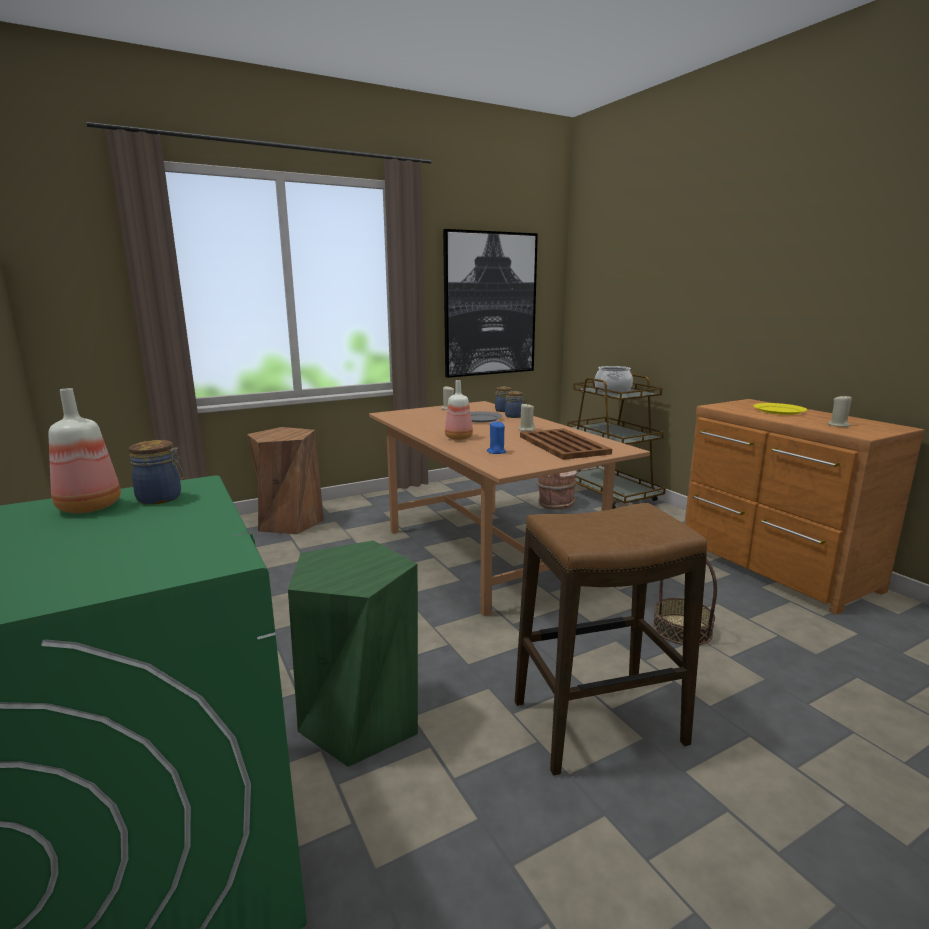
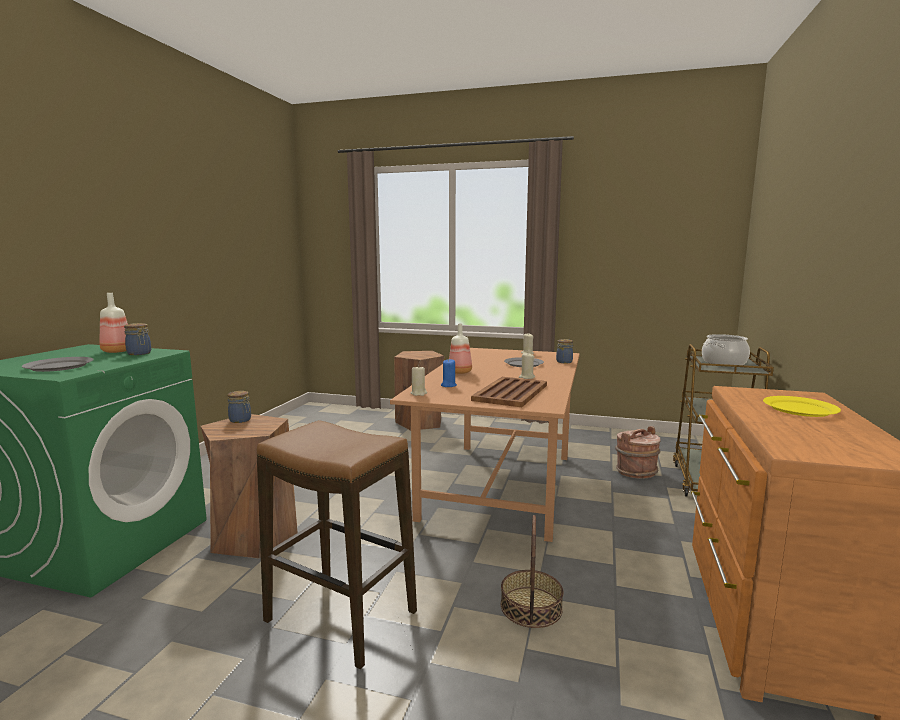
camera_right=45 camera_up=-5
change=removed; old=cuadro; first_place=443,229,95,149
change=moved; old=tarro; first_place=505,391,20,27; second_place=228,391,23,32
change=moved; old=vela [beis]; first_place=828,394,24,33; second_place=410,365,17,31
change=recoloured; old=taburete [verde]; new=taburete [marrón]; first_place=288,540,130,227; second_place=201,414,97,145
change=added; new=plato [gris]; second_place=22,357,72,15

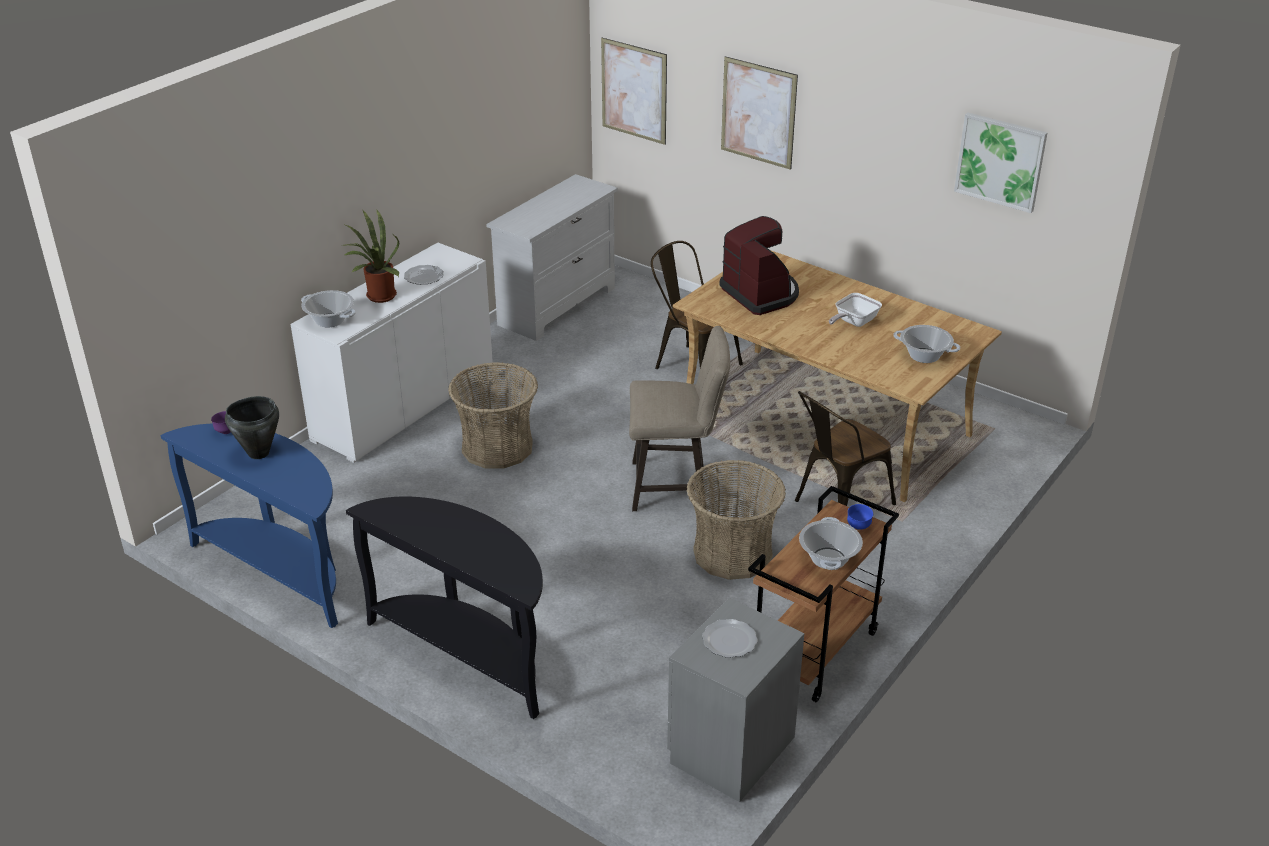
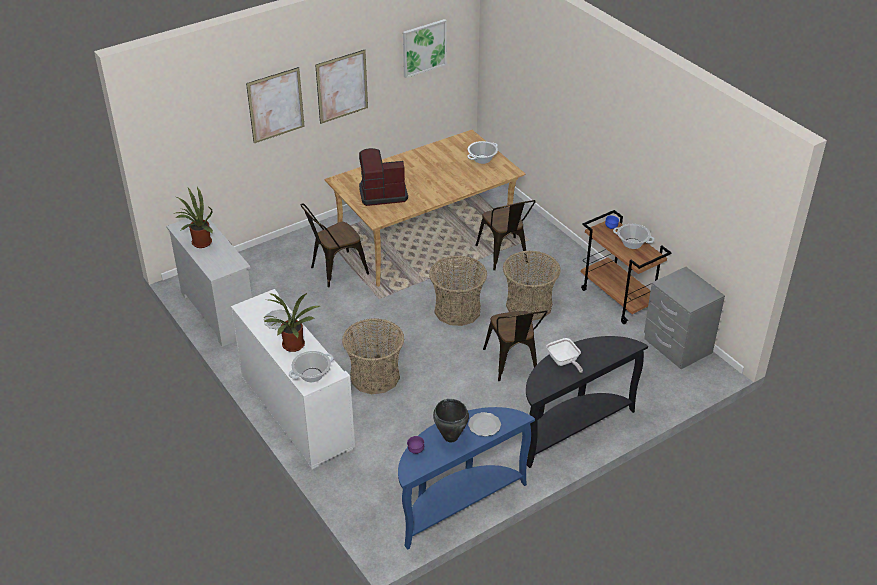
camera_right=-70 camera_up=5
change=moved; old=cuadro; first_place=601,38,66,107; second_place=315,50,53,74
change=moved; old=sartén; first_place=829,293,53,34; second_place=546,338,37,35
change=replaced; old=taburete [beis]; new=cesta; first_place=629,326,101,185; second_place=429,255,58,71
change=moved; old=plato; first_place=702,619,56,39; second_place=468,412,33,25
change=added; new=planta en maceta; second_place=176,187,37,61
change=added; new=silla [marrón]; second_place=483,310,65,71

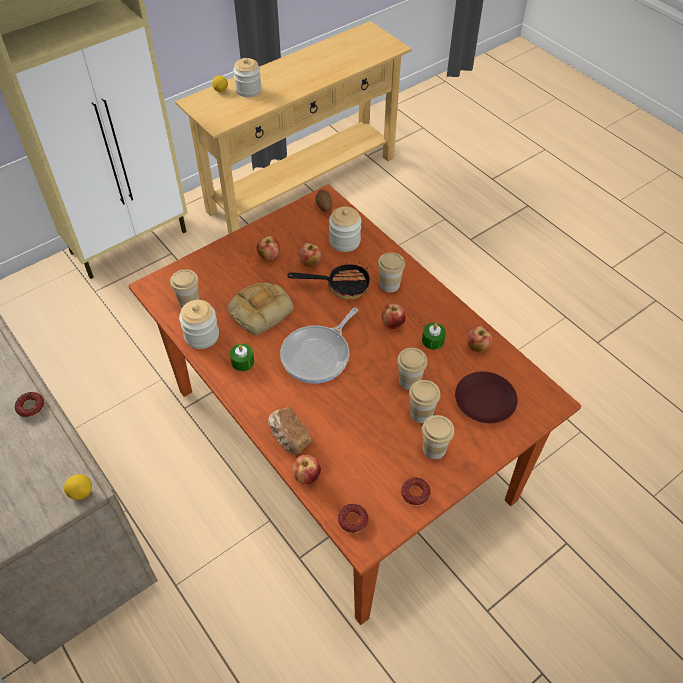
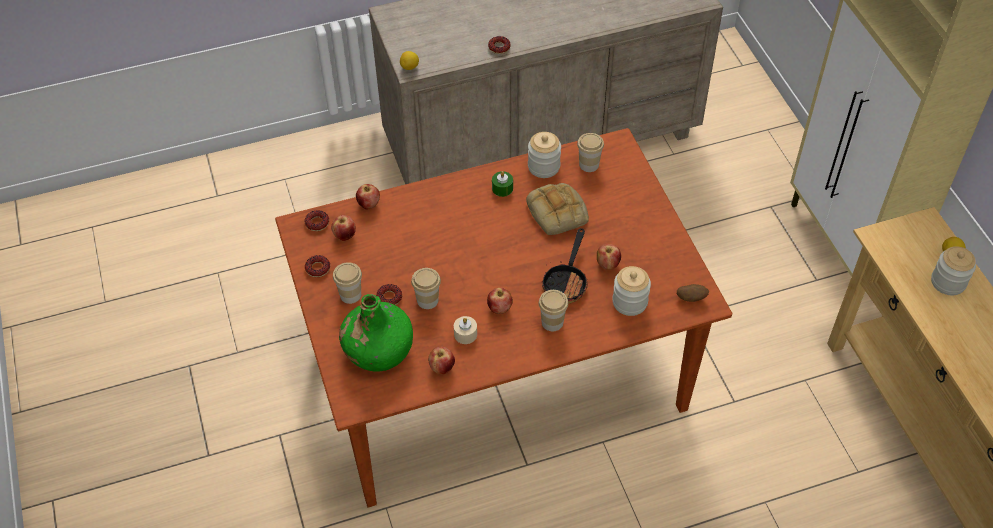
camera_right=110 camera_up=0
change=moved; old=manzana; first_place=257,236,23,24; second_place=331,215,25,26
change=removed; old=sartén; first_place=280,308,78,76
change=recoloured; old=vela [verde]; new=vela [beis]; first_place=422,323,24,27; second_place=454,316,23,28
change=replaced; old=plato [marrón]; new=botella [verde]; first_place=455,372,63,51; second_place=339,294,74,78
change=replaced; old=taza; new=rosquilla; first_place=409,380,31,43; second_place=376,284,26,21
change=removed; old=pan; first_place=268,407,43,47

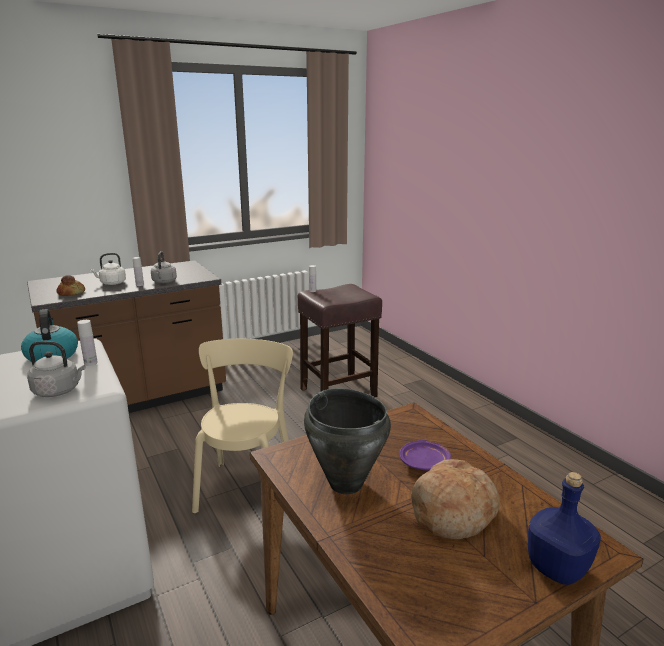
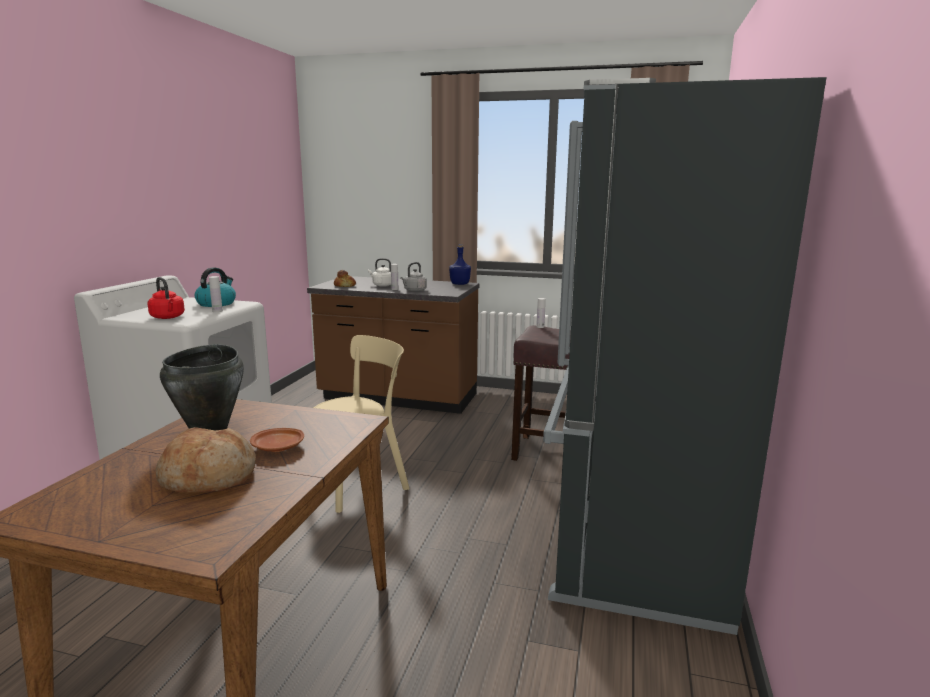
camera_right=45 camera_up=-5
change=recoloured; old=hervidor [gris]; new=hervidor [rojo]; first_place=27,341,59,56; second_place=147,277,38,42
change=recoloured; old=plato [morado]; new=plato [marrón]; first_place=399,440,52,31; second_place=250,428,54,24
change=moved; old=botella [azul]; first_place=528,472,73,113; second_place=449,244,22,41
change=added; new=nevera [negro]; second_place=543,77,283,558

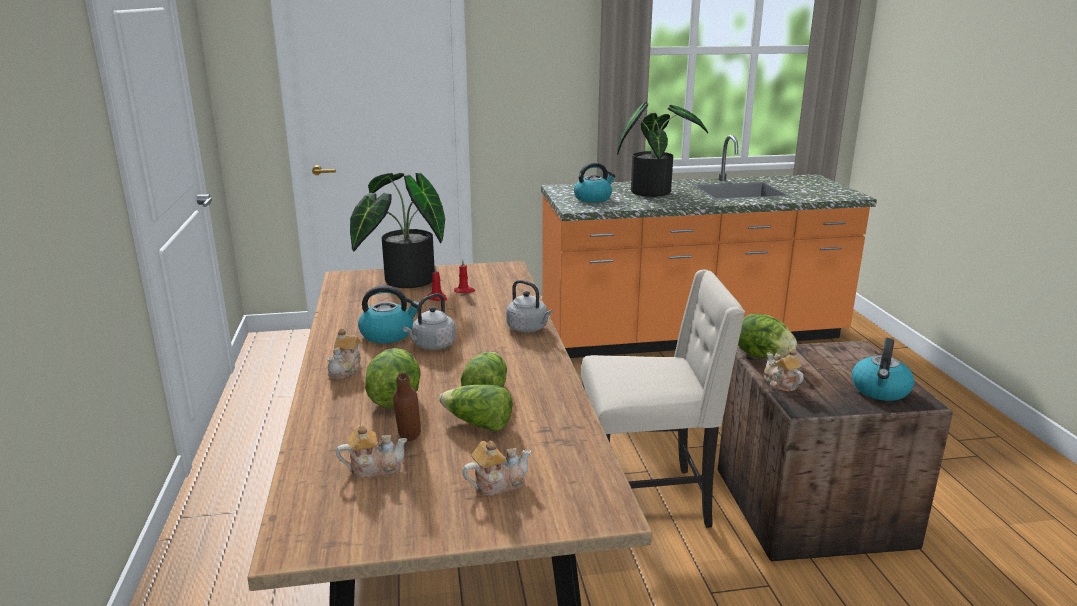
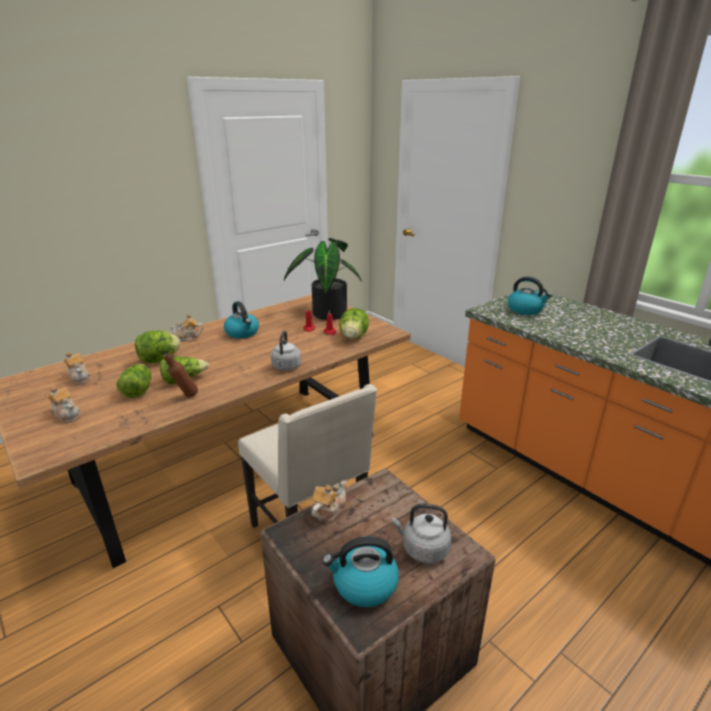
camera_right=60 camera_up=5
change=removed; old=planta en maceta; first_place=617,102,91,95
change=moved; old=hervidor [gris]; first_place=403,293,53,57; second_place=392,503,59,61
change=moved; old=lechuga; first_place=738,314,59,45; second_place=339,308,30,31
change=moved; old=botella [marrón]; first_place=393,373,28,68; second_place=164,353,34,45

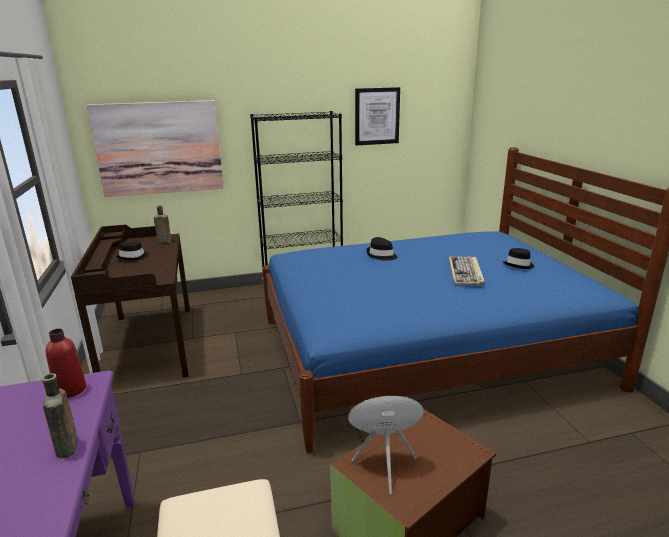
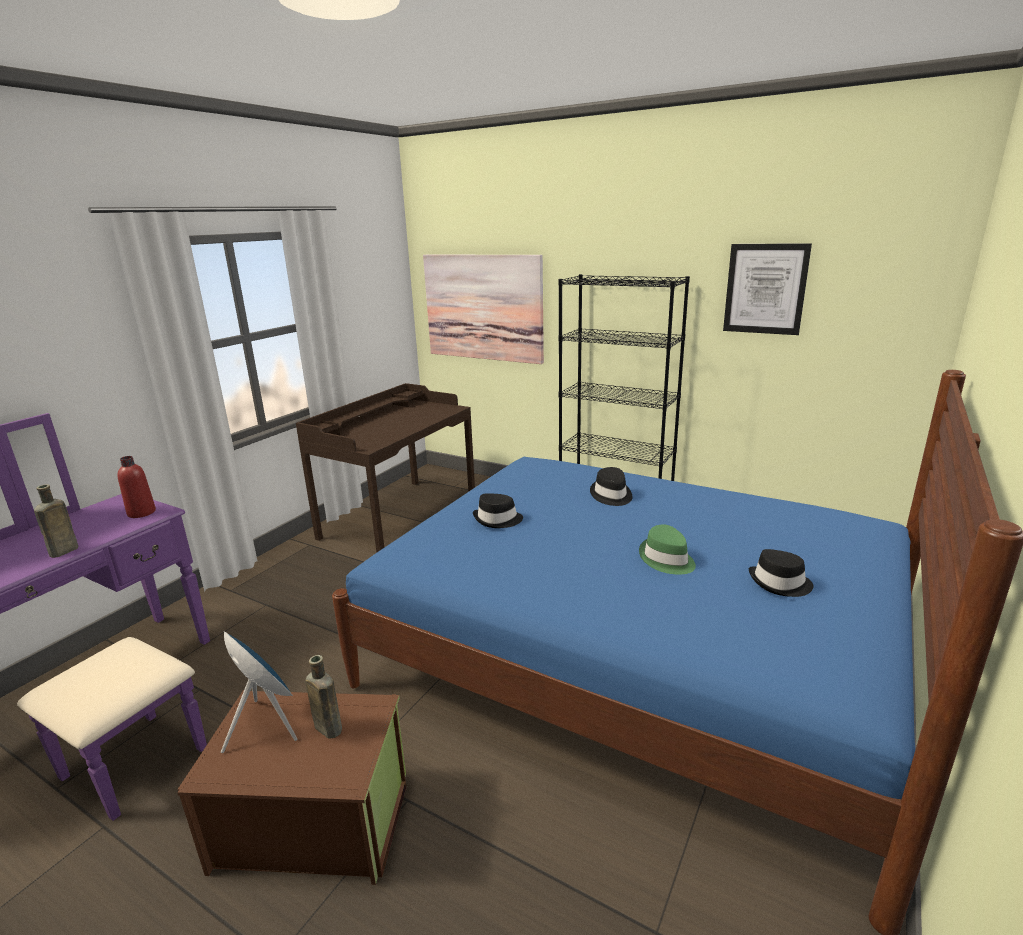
camera_right=45 camera_up=0
change=moved; old=botella [marrón]; first_place=154,206,18,38; second_place=305,655,37,84
change=moved; old=sombrero [negro]; first_place=116,241,33,19; second_place=473,493,50,35
change=replaced; old=teclado; new=sombrero [verde]; first_place=449,256,36,30; second_place=639,524,57,50

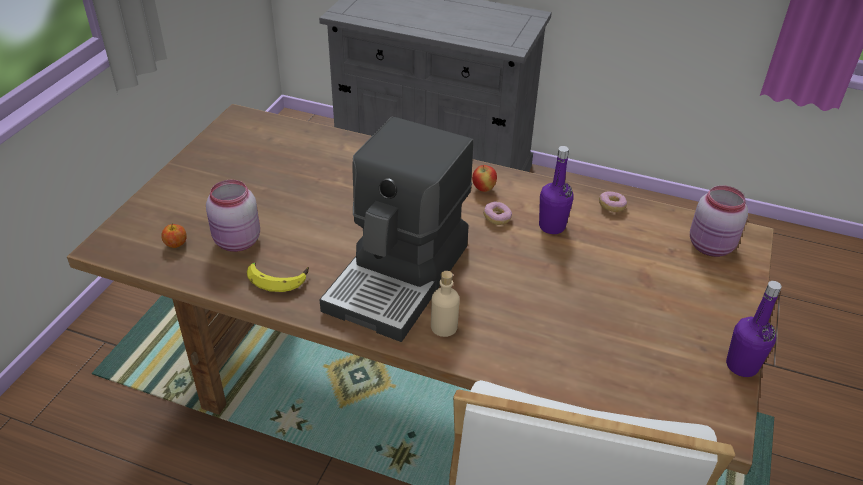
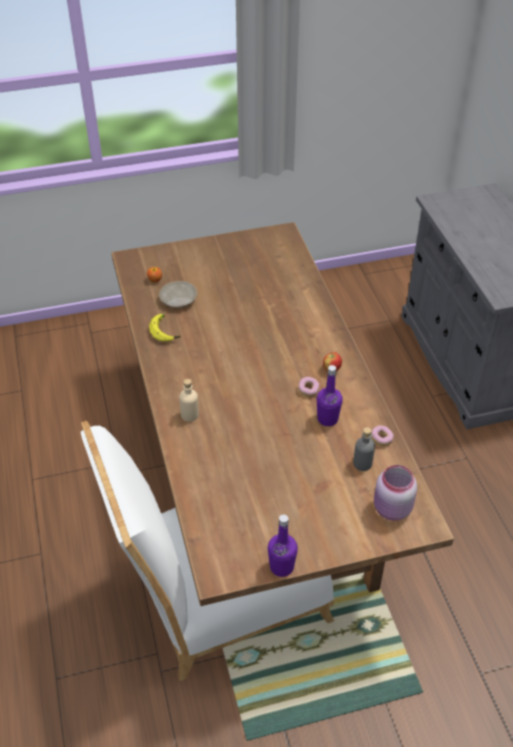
camera_right=55 camera_up=5
change=removed; old=cafetera; first_place=320,117,154,225
change=replaced; old=tarro [rosa]; new=plato [beis]; first_place=206,180,54,72; second_place=159,281,38,27
change=added; new=botella [gris]; second_place=353,427,22,44

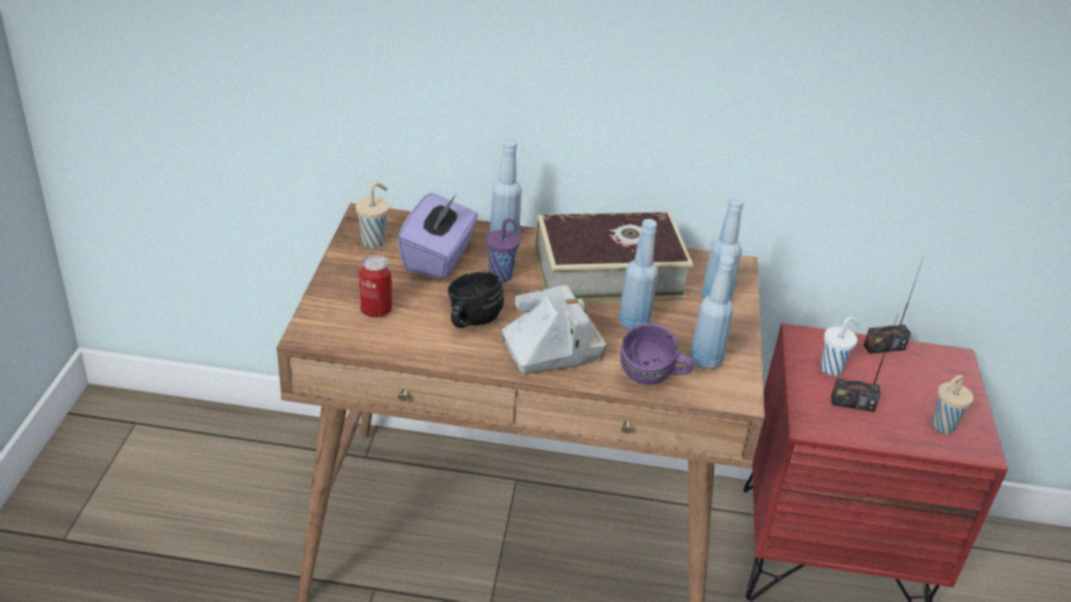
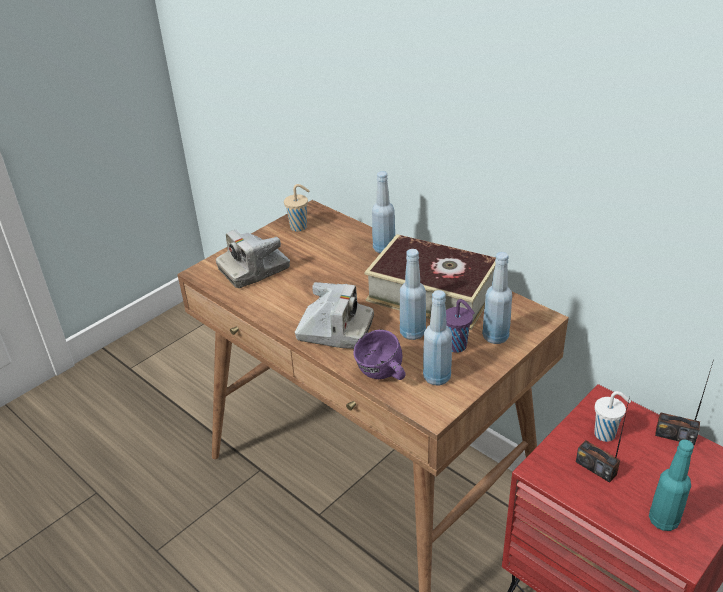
camera_right=40 camera_up=0
change=removed; old=caja de pañuelos [morado]; first_place=397,193,81,87
change=moved; old=taza [morado]; first_place=486,218,39,65; second_place=446,299,29,54
change=replaced; old=lata; new=cámara; first_place=359,255,33,62; second_place=216,230,74,58
change=removed; old=taza grande [negro]; first_place=448,271,56,57
change=replaced; old=taza [beis]; new=botella [turquesa]; first_place=931,375,43,59; second_place=649,440,45,91

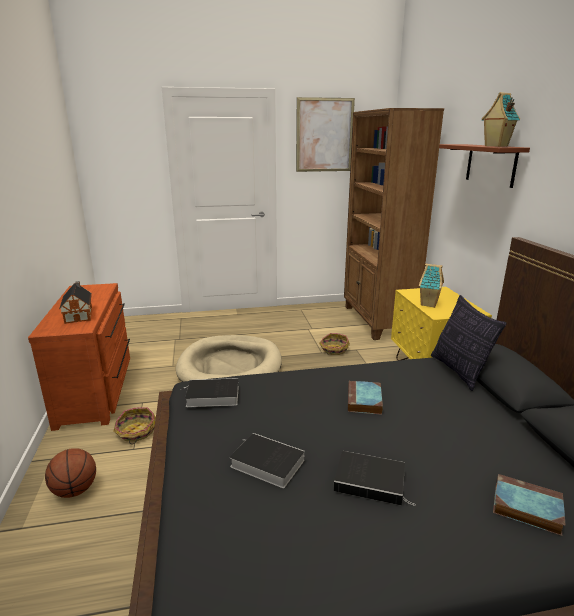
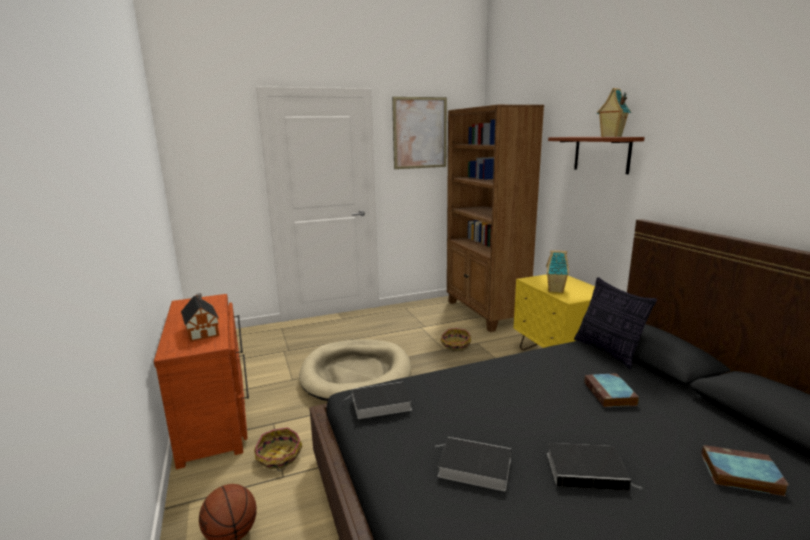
camera_right=-10 camera_up=-5
change=moved; old=libro; first_place=348,381,35,34; second_place=584,374,55,33

